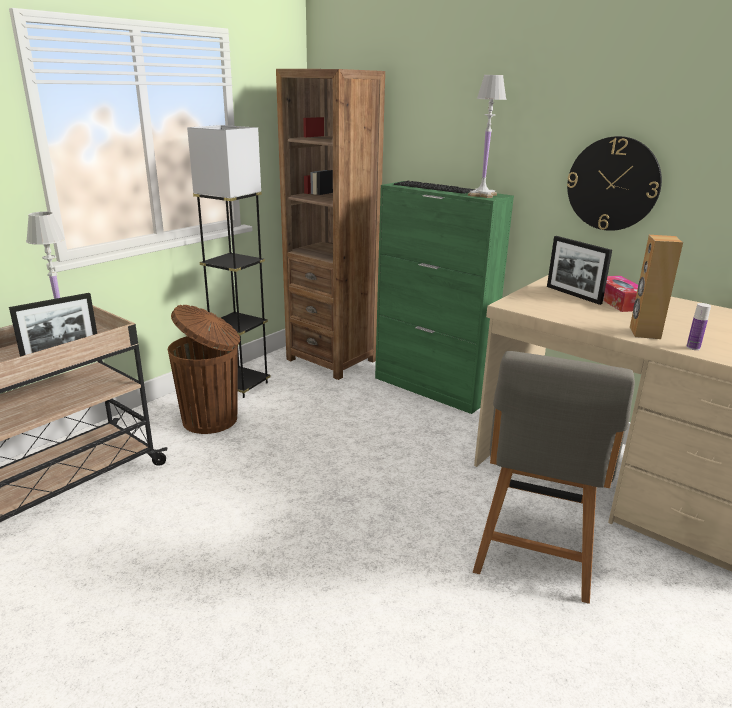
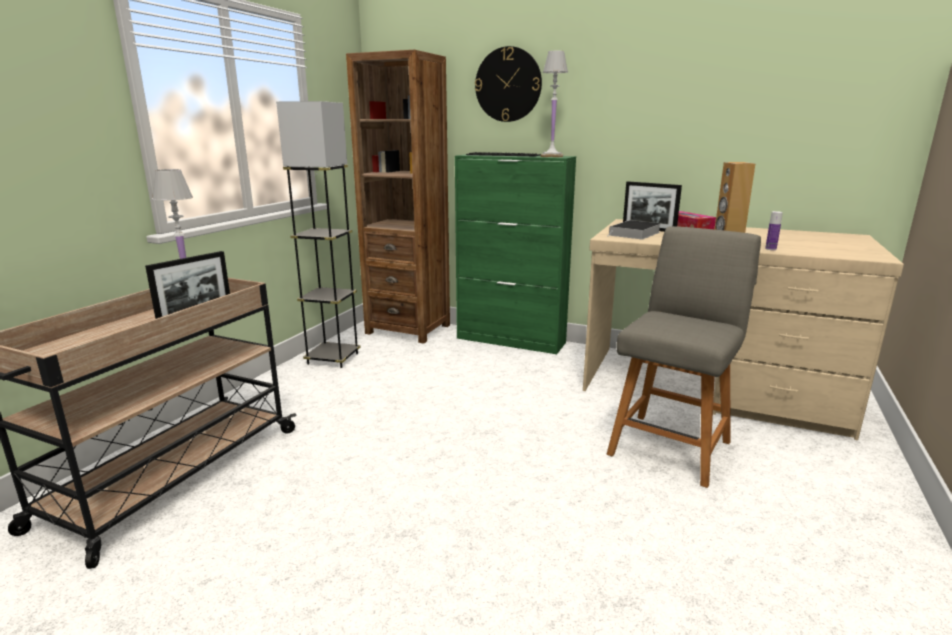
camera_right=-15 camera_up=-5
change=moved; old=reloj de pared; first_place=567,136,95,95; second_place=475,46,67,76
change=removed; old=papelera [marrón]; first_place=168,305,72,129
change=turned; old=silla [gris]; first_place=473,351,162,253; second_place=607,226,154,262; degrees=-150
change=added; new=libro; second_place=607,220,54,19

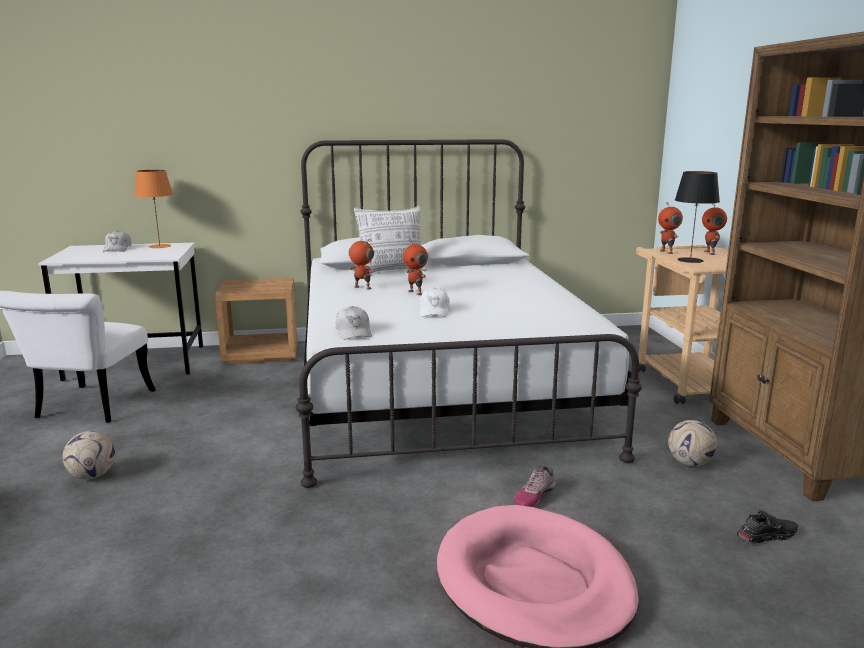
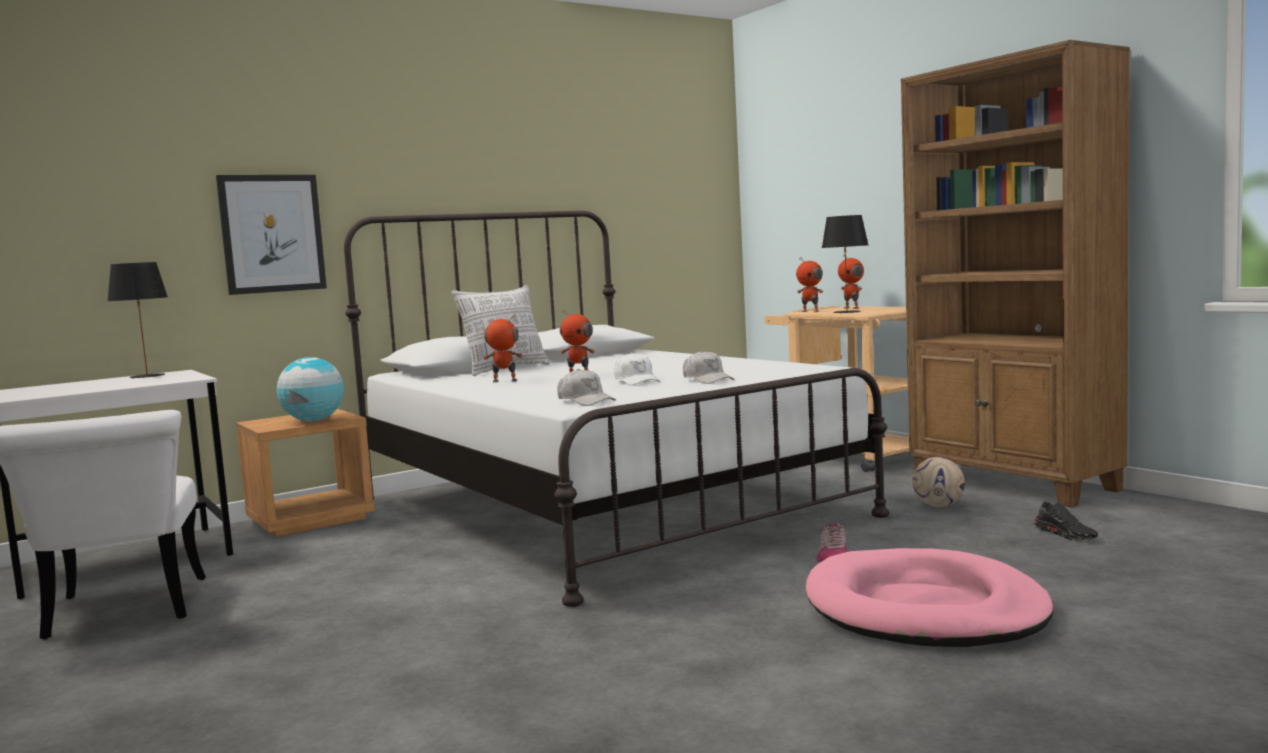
camera_right=-25 camera_up=-10
change=recoloured; old=lámpara de mesa [naranja]; new=lámpara de mesa [negro]; first_place=134,170,39,78; second_place=107,262,61,116
change=moved; old=gorra [blanco]; first_place=102,231,29,21; second_place=683,351,51,33
change=removed; old=balón de fútbol; first_place=63,431,52,49
change=turned; old=zapato [negro]; first_place=737,510,61,34; second_place=1034,502,64,39; degrees=105
change=added; new=cuadro; second_place=216,175,111,120
change=added; new=globo terráqueo; second_place=277,357,67,64

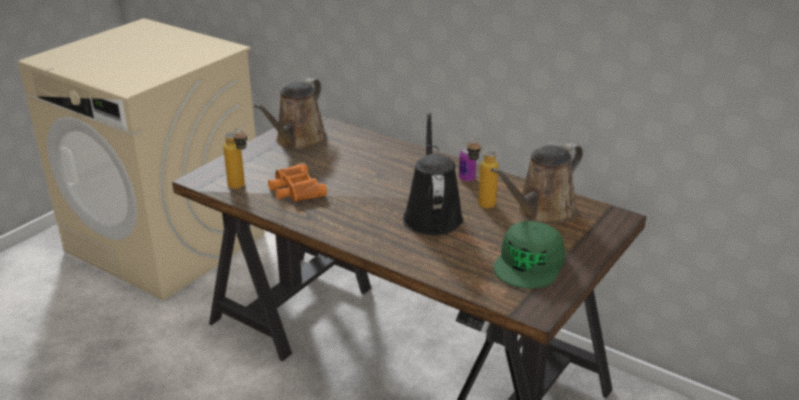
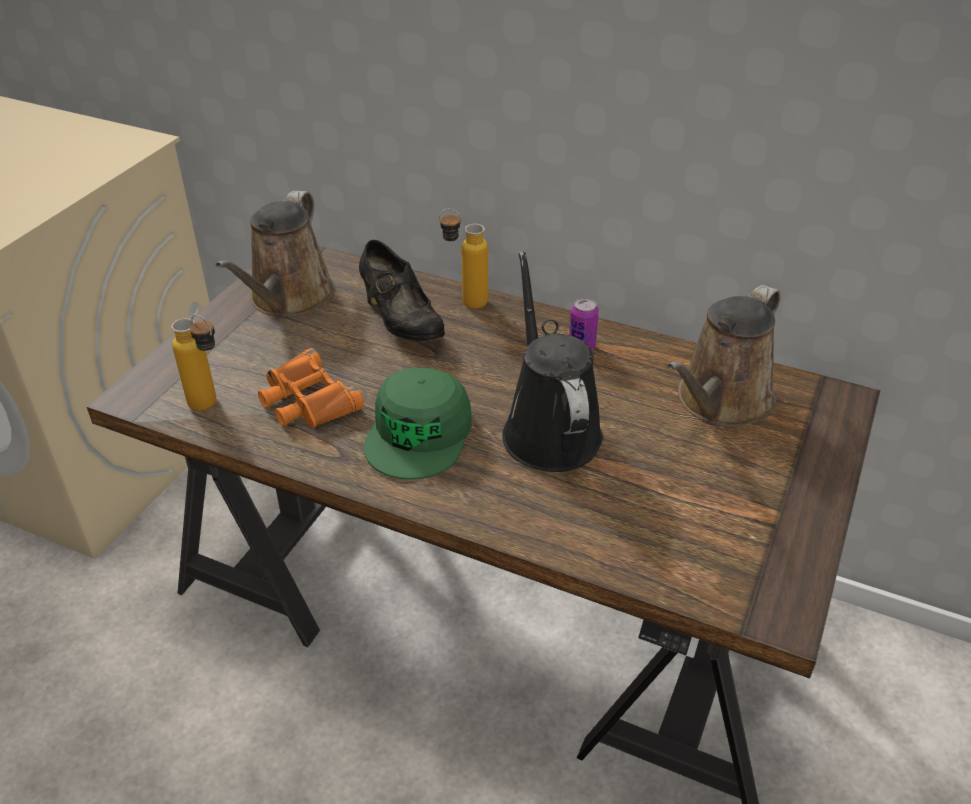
camera_right=-10 camera_up=10
change=moved; old=botella; first_place=467,138,31,71; second_place=439,209,49,100
change=moved; old=gorra [verde]; first_place=493,221,73,67; second_place=364,367,108,113
change=added; new=zapato [negro]; second_place=359,240,86,101

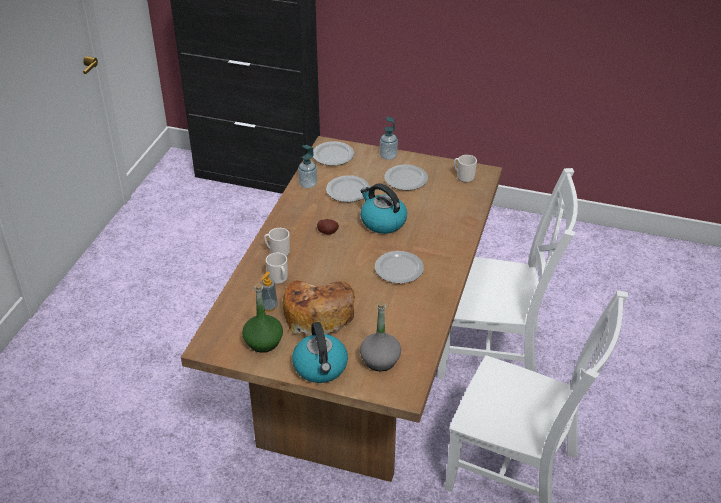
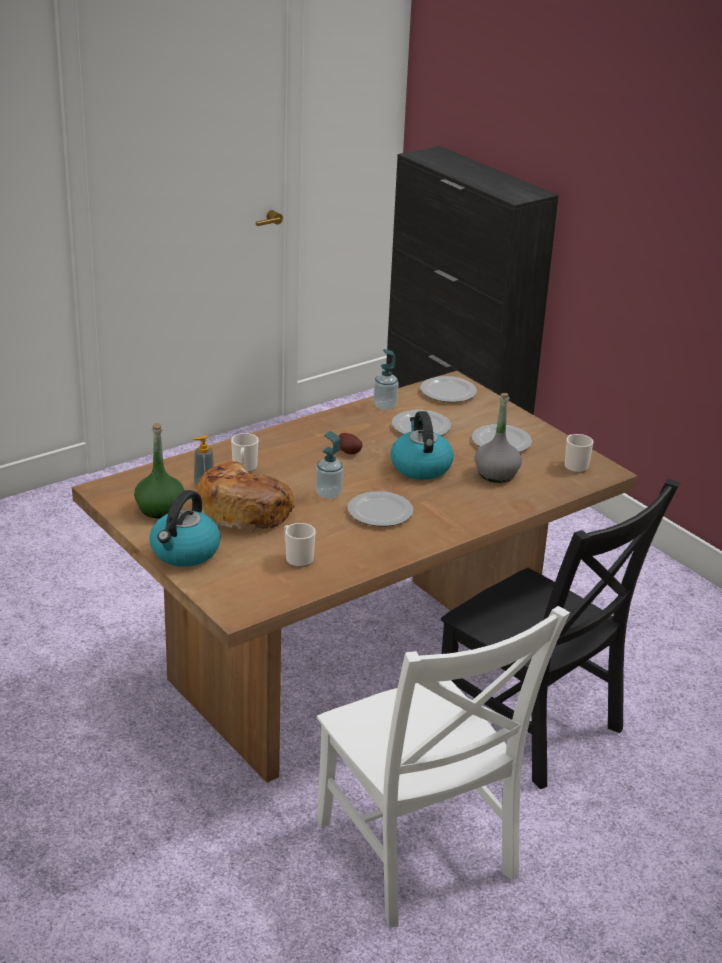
camera_right=35 camera_up=-10
change=moved; old=dispensador de jabón; first_place=380,117,18,43; second_place=316,431,27,68
change=recoloured; old=silla [blanco]; new=silla [negro]; first_place=438,168,140,211; second_place=441,479,240,310
change=moved; old=taza grande; first_place=264,228,25,28; second_place=284,523,32,44
change=moved; old=botella [gris]; first_place=360,302,41,69; second_place=474,393,48,90

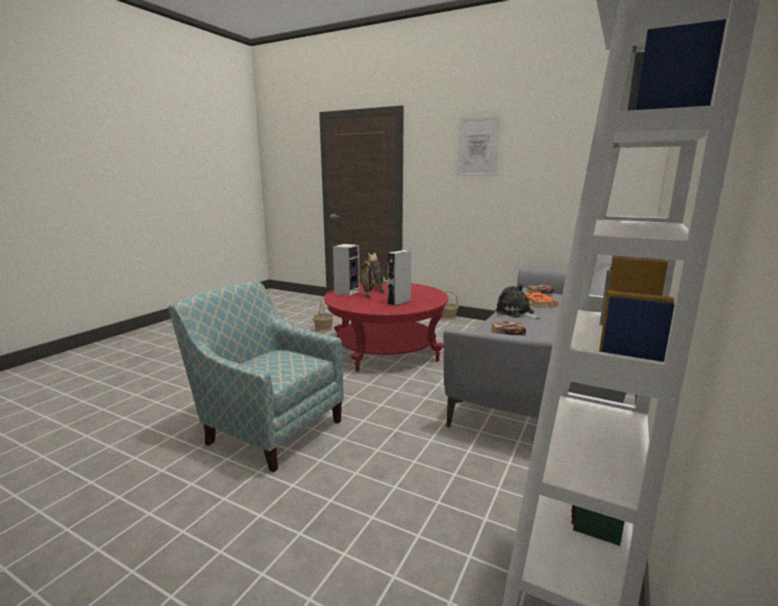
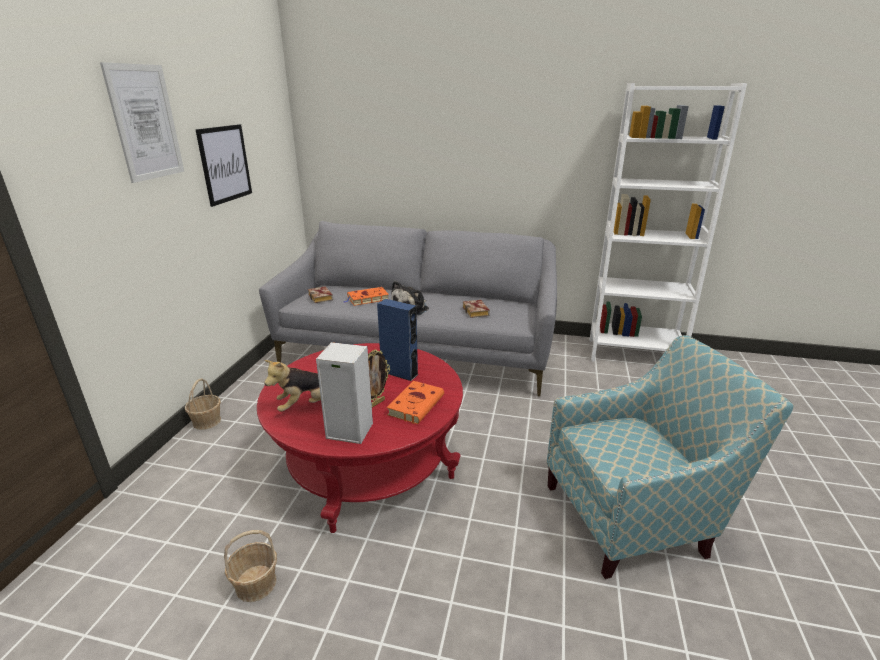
camera_right=-105 camera_up=10
change=recoloured; old=altavoz [gris]; new=altavoz [azul]; first_place=388,250,23,56; second_place=377,299,42,82
change=turned; old=sillón; first_place=169,281,175,191; second_place=546,335,248,244; degrees=-120
change=added; new=cuadro; second_place=196,124,56,83
change=added; new=libro [naranja]; second_place=387,381,57,43

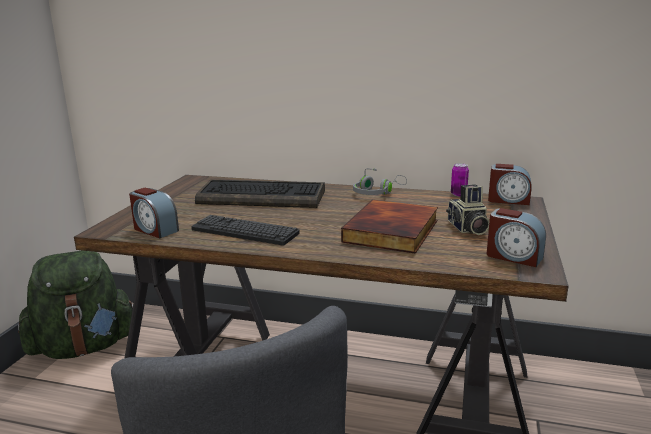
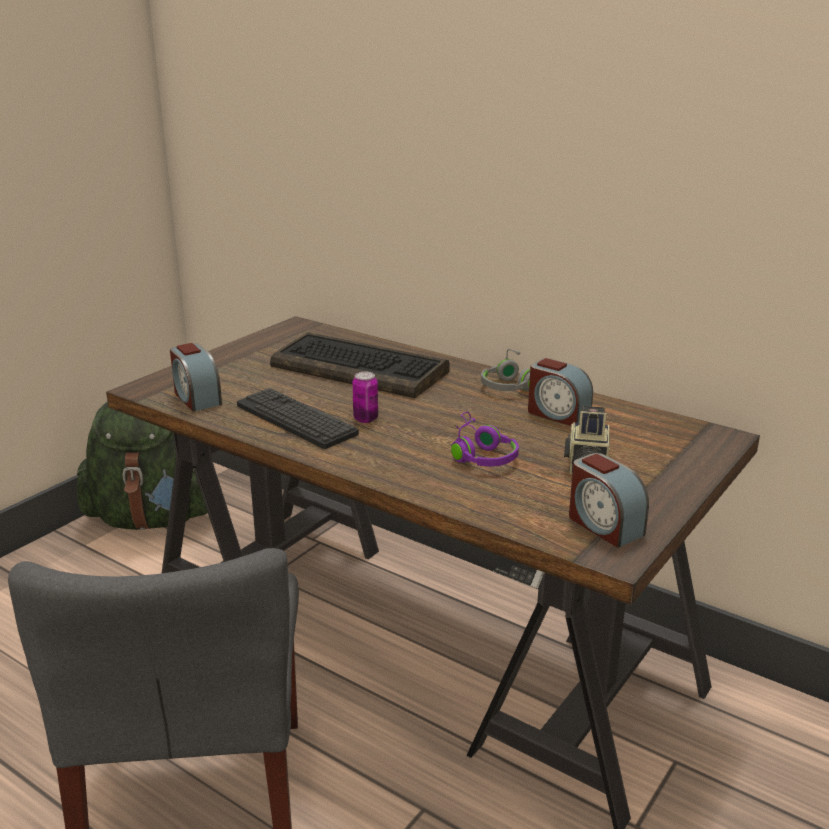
camera_right=20 camera_up=5
change=moved; old=lata; first_place=451,163,18,33; second_place=352,372,26,51
change=moved; old=despertador; first_place=488,164,44,41; second_place=528,358,65,68
change=replaced; old=libro; new=auriculares [morado]; first_place=341,200,97,54; second_place=451,412,68,55

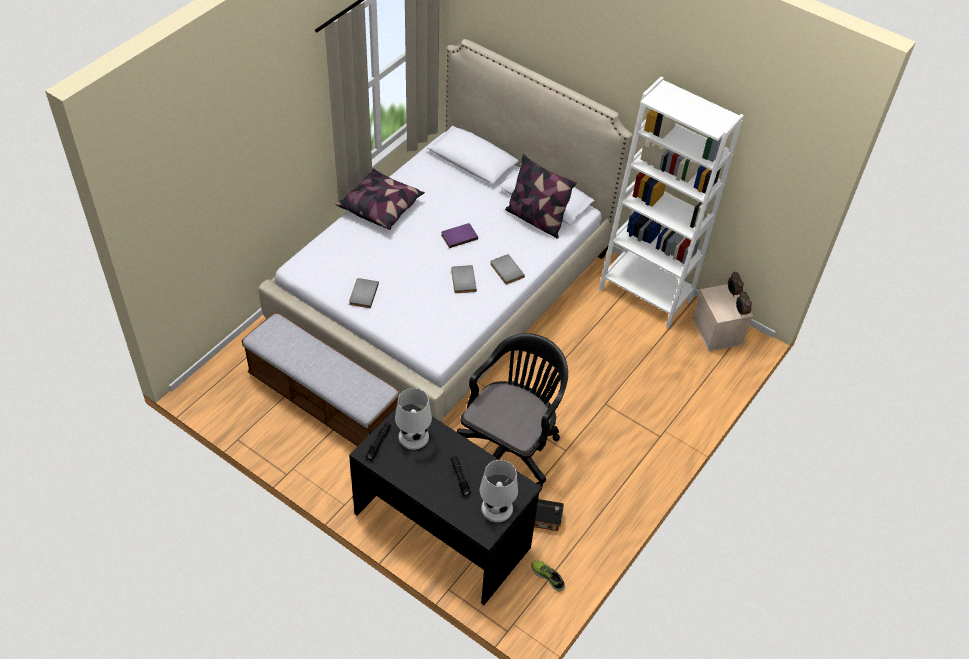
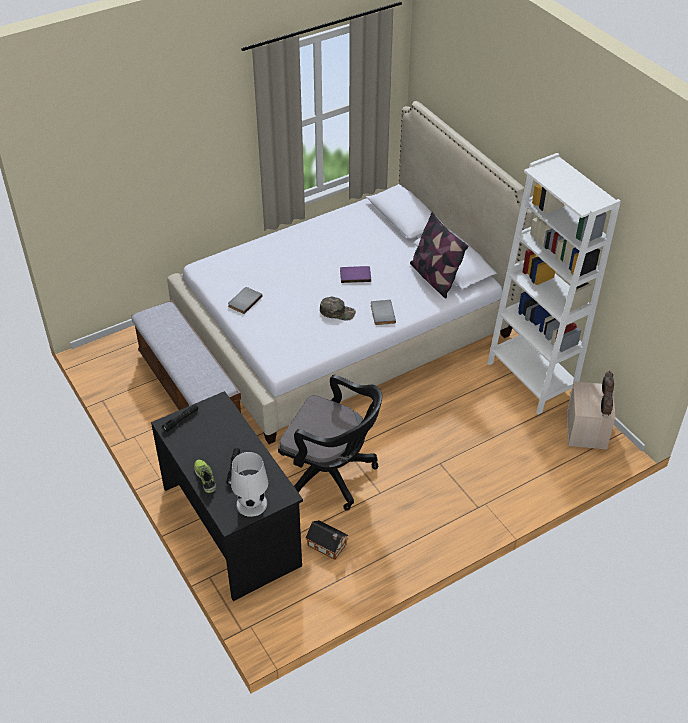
camera_right=25 camera_up=-5
change=removed; old=cojín; first_place=336,168,89,62
change=replaced; old=libro [gris]; new=gorra [verde]; first_place=451,265,26,28; second_place=320,296,36,25
change=turned; old=silla de oficina [negro]; first_place=457,333,111,154; second_place=278,375,104,136; degrees=60
change=removed; old=lámpara de mesa [blanco]; first_place=395,388,37,62
change=moved; old=zapato; first_place=531,560,34,31; second_place=194,460,22,33

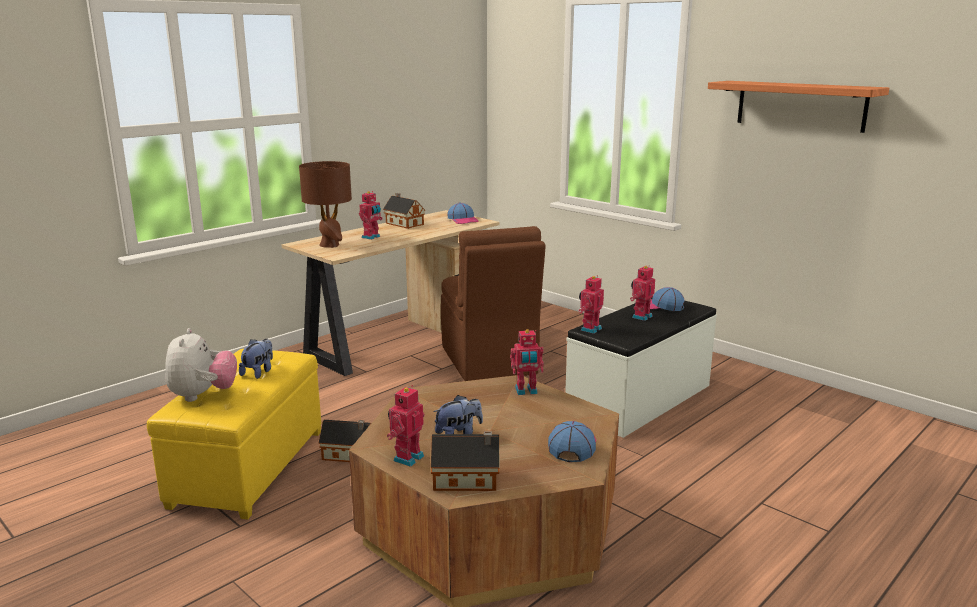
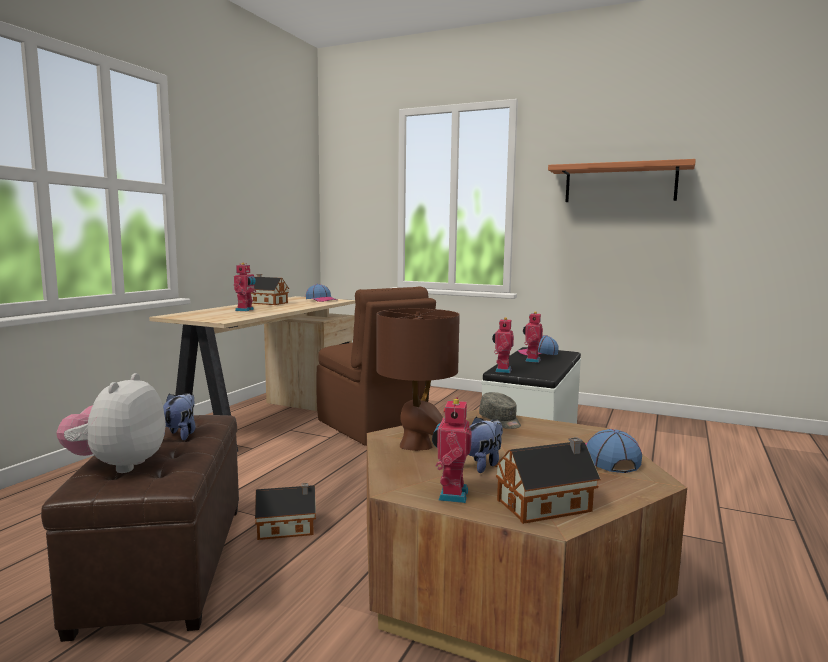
camera_right=-20 camera_up=-10
change=moved; old=lámpara de mesa [marrón]; first_place=299,161,53,87; second_place=376,308,84,143
change=turned; old=peluche; first_place=165,328,72,74; second_place=56,373,110,100; degrees=-150
change=replaced; old=robot de juguete; new=gorra [gris]; first_place=510,329,34,66; second_place=479,392,42,37
change=recoloured; old=puf [amarillo]; new=puf [marrón]; first_place=147,349,174,171; second_place=41,415,198,227

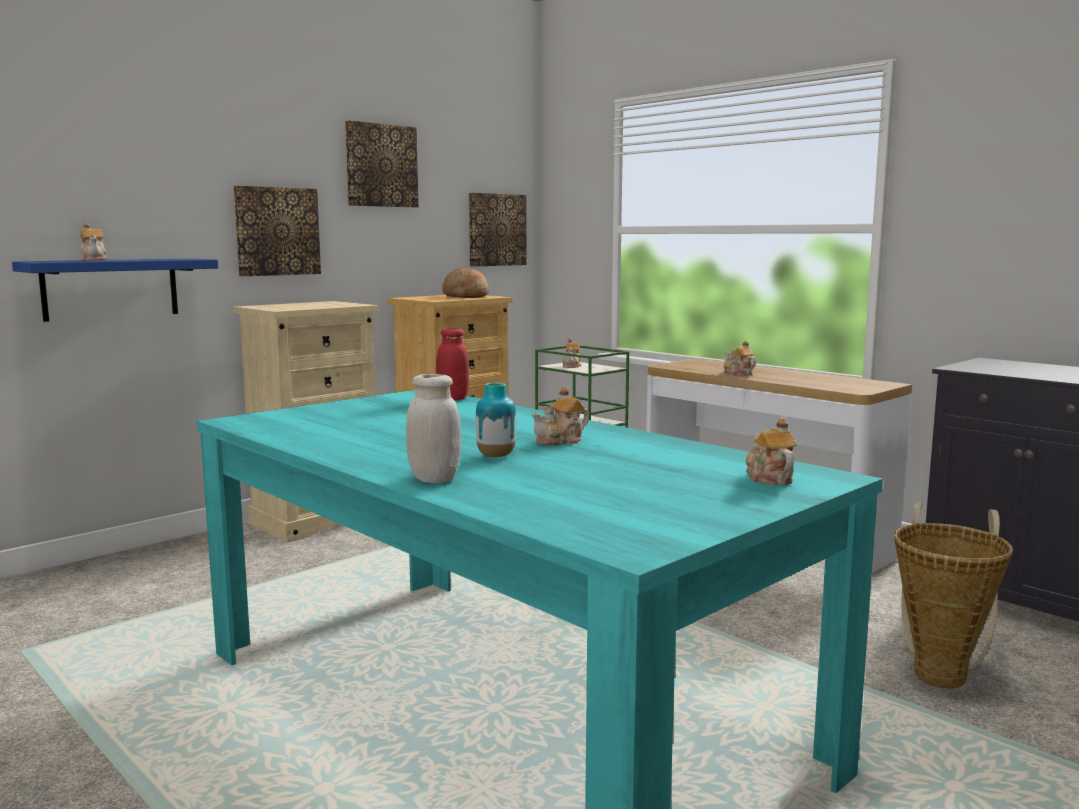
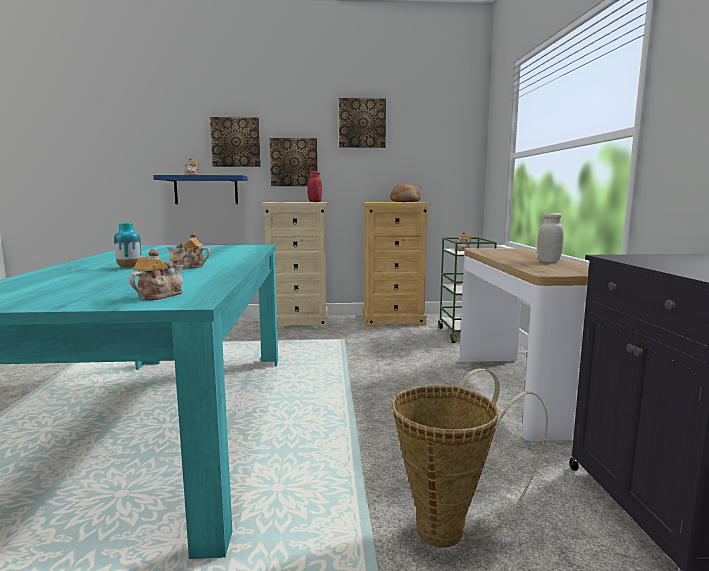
camera_right=40 camera_up=0
change=moved; old=cuadro; first_place=469,193,58,74; second_place=210,117,51,50
change=moved; old=tarro [rojo]; first_place=436,328,33,72; second_place=307,171,15,31
change=removed; old=tetera; first_place=724,341,32,35
change=moved; old=tarro [blanco]; first_place=406,374,55,109; second_place=537,213,27,49

